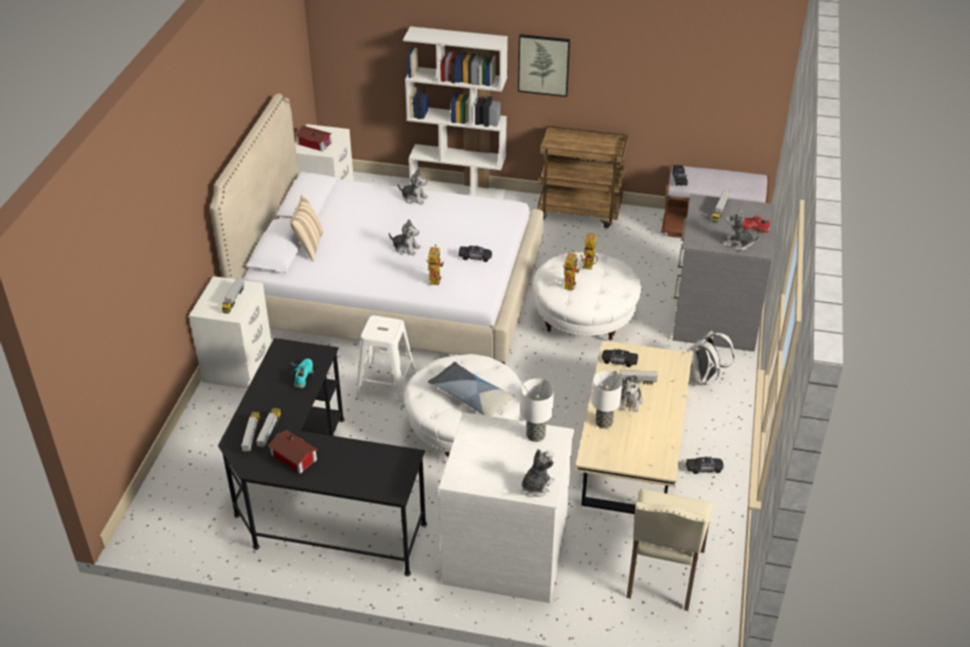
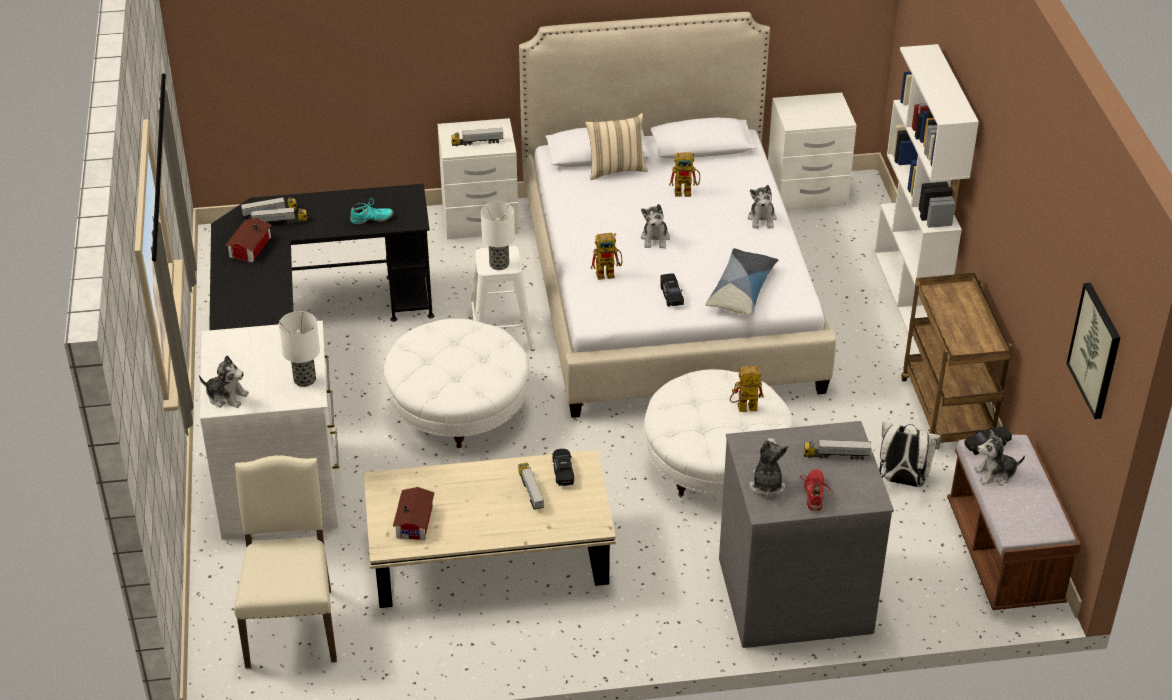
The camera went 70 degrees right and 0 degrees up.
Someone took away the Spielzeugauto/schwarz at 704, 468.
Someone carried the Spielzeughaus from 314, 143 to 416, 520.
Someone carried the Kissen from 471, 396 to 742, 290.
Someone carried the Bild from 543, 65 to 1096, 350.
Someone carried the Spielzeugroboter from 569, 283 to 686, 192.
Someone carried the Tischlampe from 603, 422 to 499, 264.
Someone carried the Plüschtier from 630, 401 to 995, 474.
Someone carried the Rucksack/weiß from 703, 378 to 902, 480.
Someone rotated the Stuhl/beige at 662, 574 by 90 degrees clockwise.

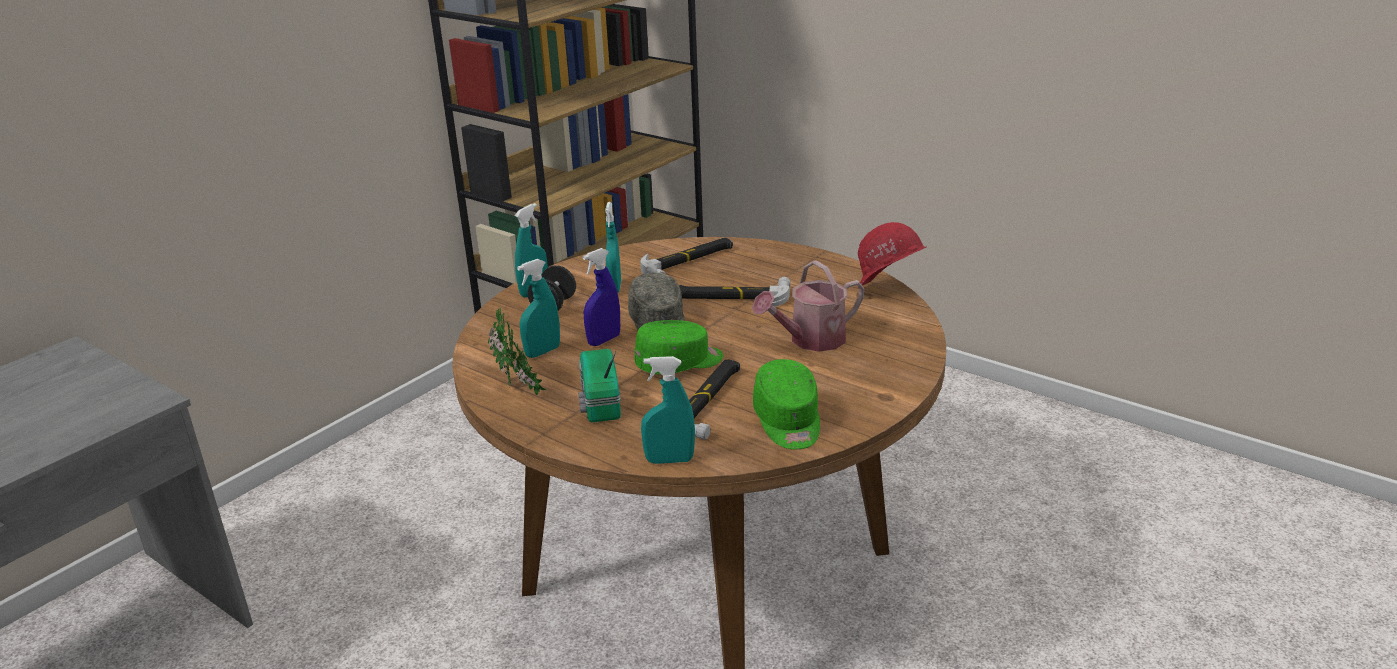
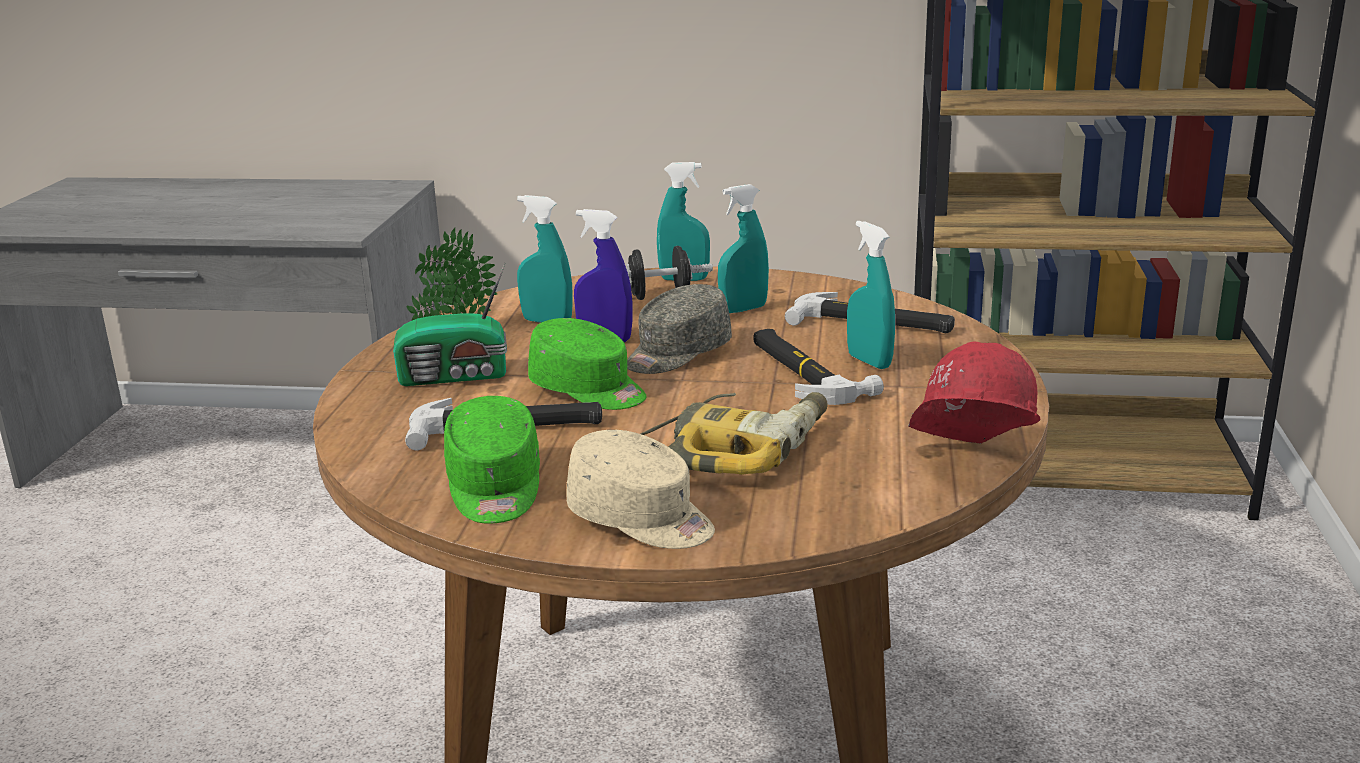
The camera went 60 degrees right and 5 degrees down.
Someone put down the Kappe/beige at 642, 519.
Someone carried the Sprühflasche/türkis from 669, 460 to 869, 361.
Someone swapped the Gießkanne at 810, 340 for the Bohrmaschine at 738, 448.
Someone rotated the Radio at 599, 403 by 150 degrees counterclockwise.
Someone rotated the Kappe/grün at 788, 422 by 60 degrees counterclockwise.

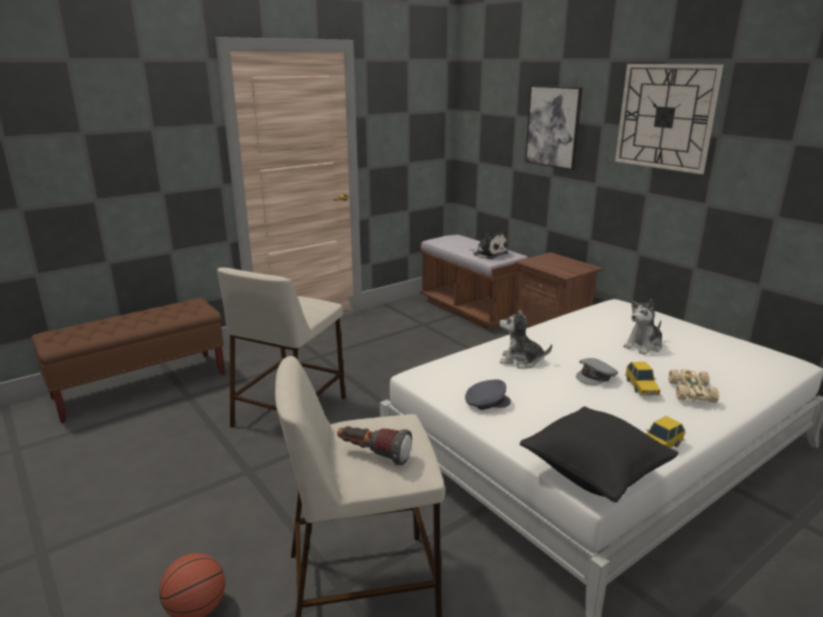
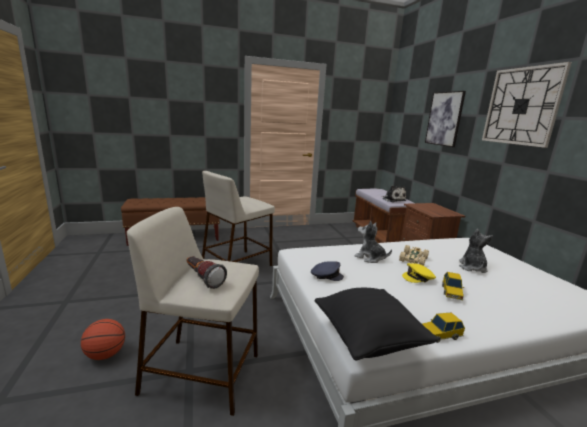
The camera went 20 degrees right and 5 degrees down.
Someone carried the Spielzeugauto/beige from 690, 391 to 413, 259.
Someone repainted the Kappe/grau at 596, 376, which became the Kappe/gelb at 419, 277.
Someone rotated the Plüschtier at 643, 346 by 120 degrees clockwise.

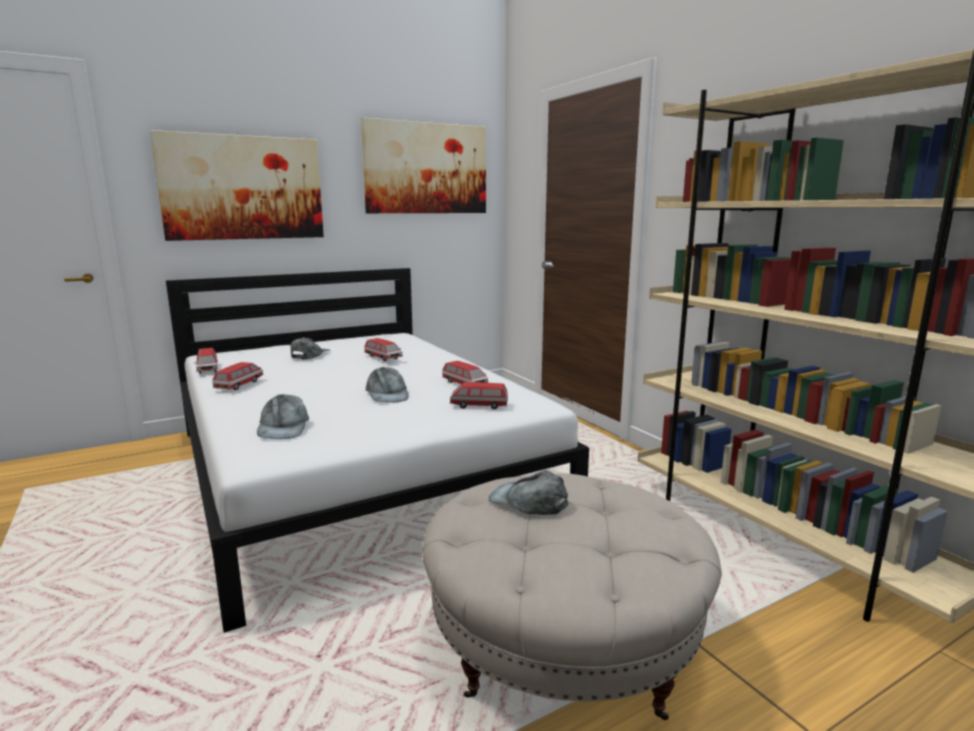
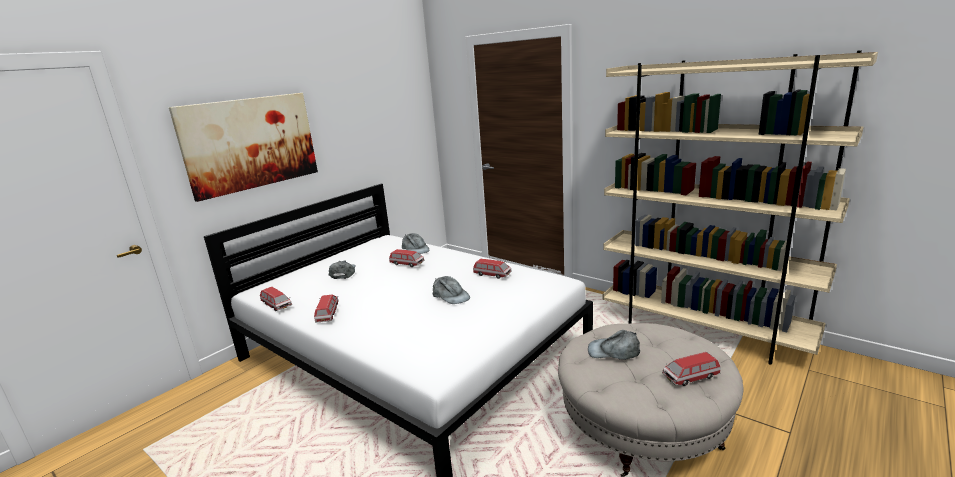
The camera went 20 degrees left and 5 degrees up.
Someone took away the Bild at 426, 168.
Someone carried the Kappe/grau from 283, 427 to 415, 249.
Someone carried the Spielzeugauto from 479, 405 to 690, 377.

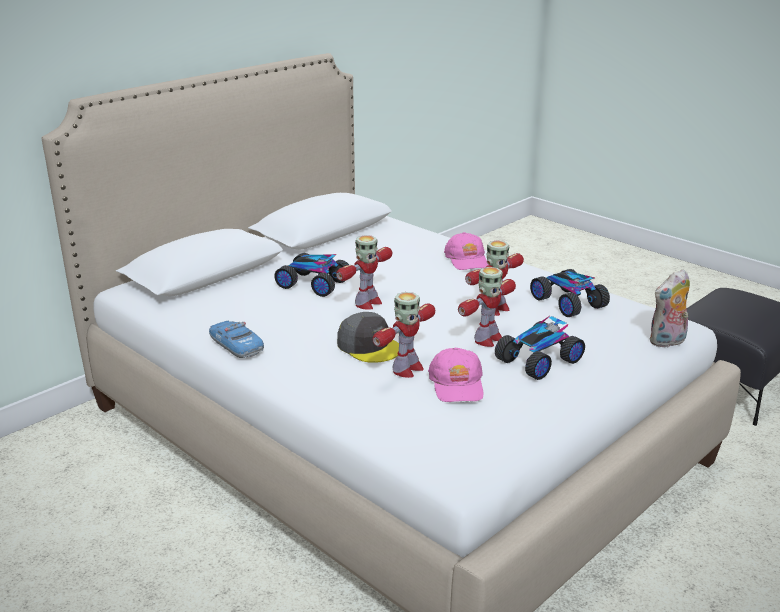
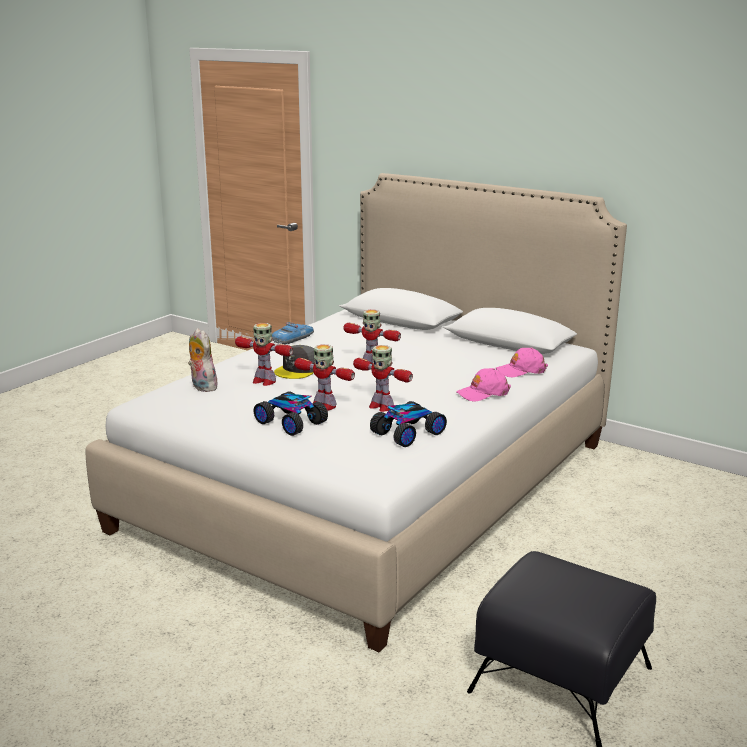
The camera went 80 degrees right and 5 degrees down.
Someone took away the Spielzeugauto at 314, 283.
Someone carried the Kappe/rosa from 457, 384 to 521, 370.
Someone carried the Plüschtier from 667, 342 to 202, 387.

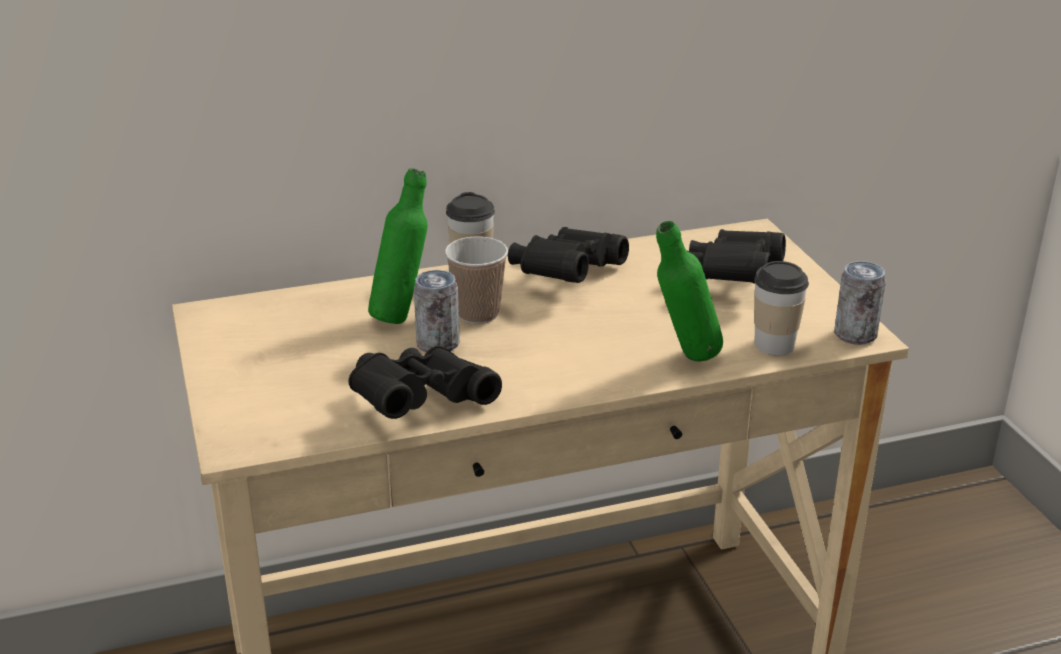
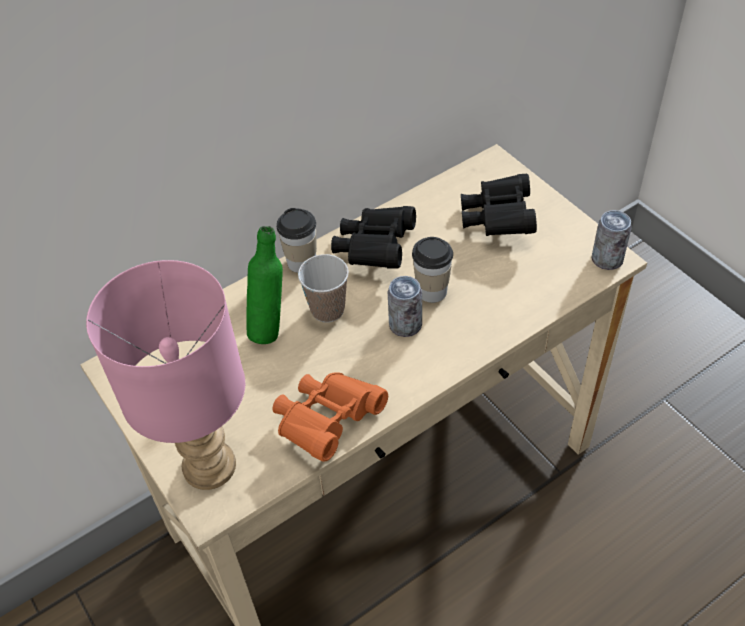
The camera went 15 degrees left and 20 degrees up.
Someone took away the Flasche/grün at 684, 360.
Someone put down the Tischlampe/rosa at 211, 466.
Someone carried the Dose from 438, 344 to 405, 325.
Someone carried the Tasse from 774, 345 to 432, 291.
Someone repainted the Fernglas/schwarz at 419, 403, which became the Fernglas/orange at 327, 422.

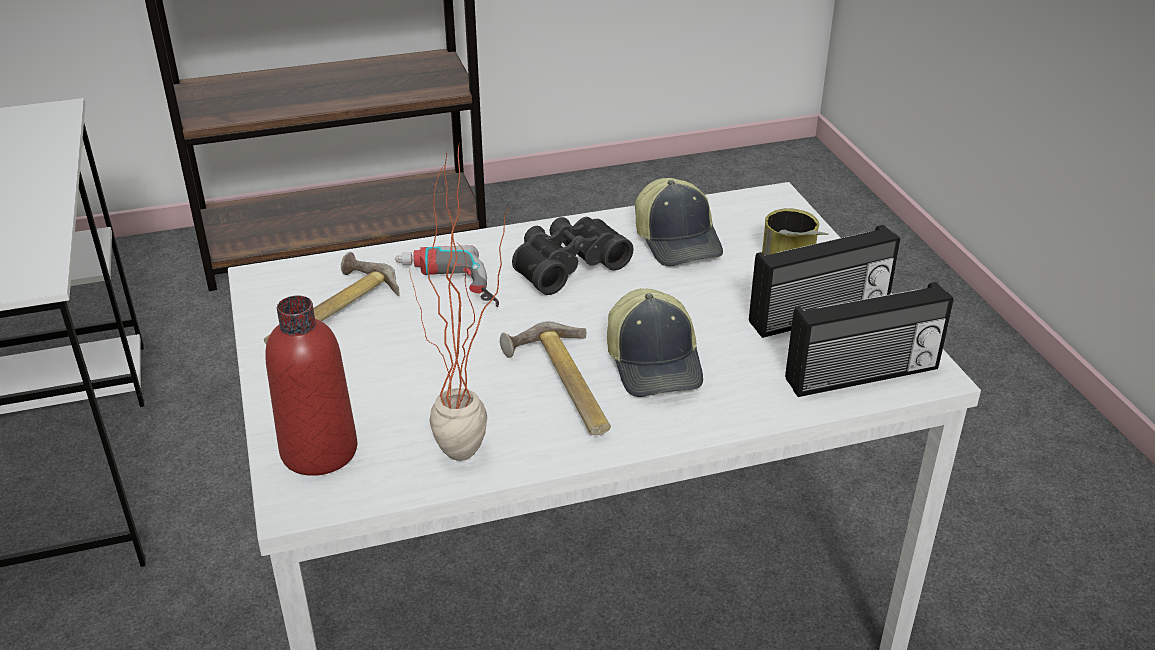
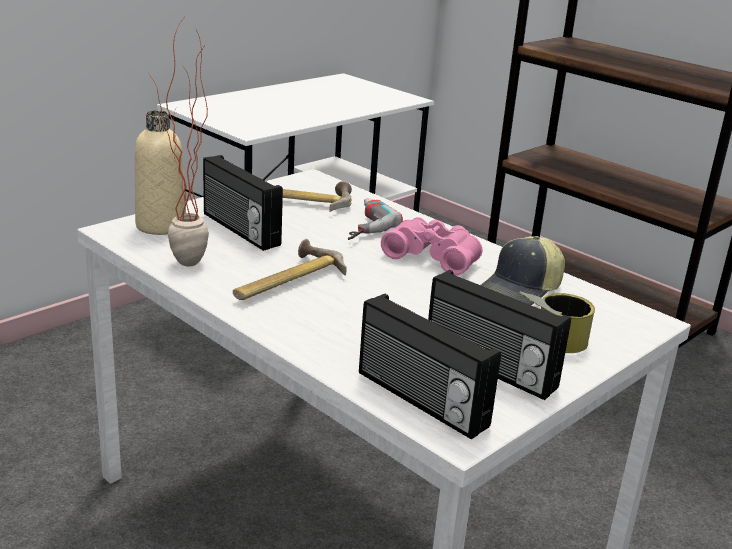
The camera went 60 degrees right and 10 degrees down.
Someone took away the Kappe at 655, 363.
Someone put down the Radio at 239, 229.
Someone repainted the Flasche/rot at 319, 451, which became the Flasche/beige at 161, 226.
Someone repainted the Fernglas/schwarz at 566, 265, which became the Fernglas/rosa at 434, 256.

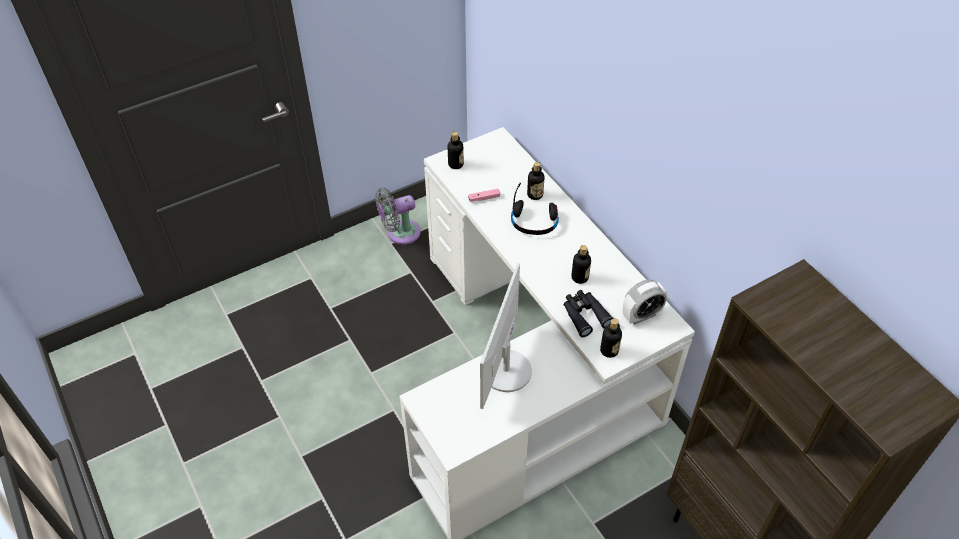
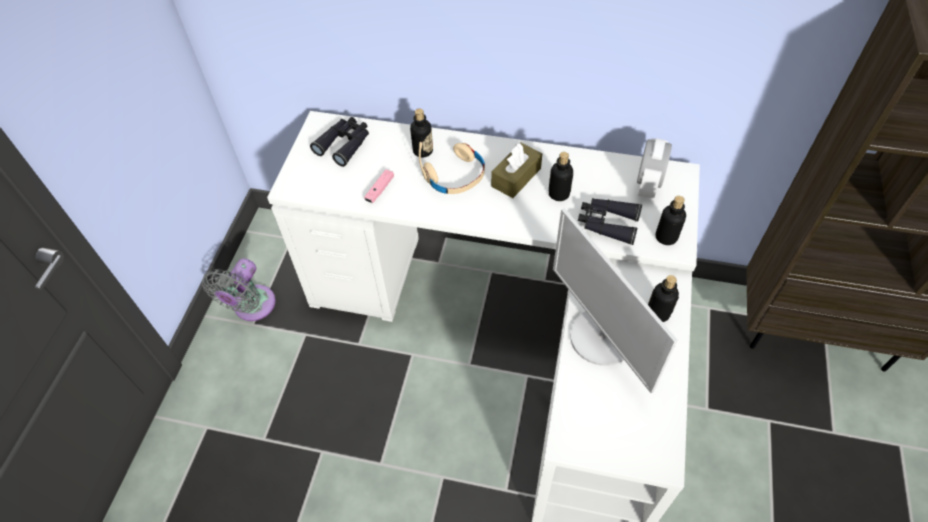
The camera went 45 degrees left and 5 degrees up.
Someone put down the Fernglas/schwarz at 344, 144.
Someone put down the Taschentuchbox/braun at 516, 177.
Someone carried the Flasche from 455, 164 to 658, 313.
Someone repainted the Kopfhörer/schwarz at 534, 222, which became the Kopfhörer/beige at 455, 176.

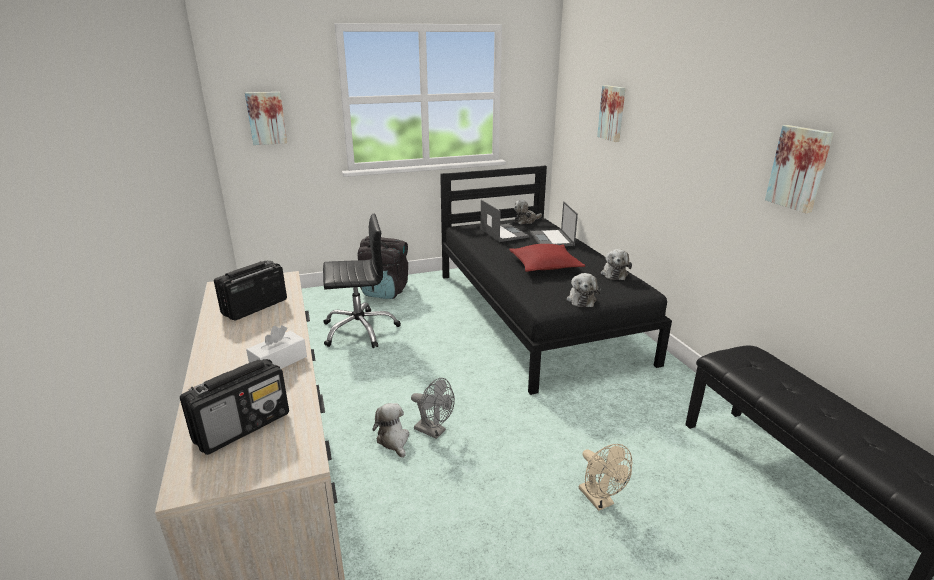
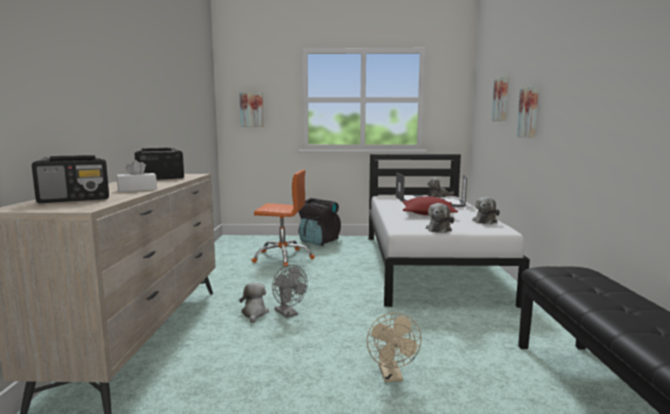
The camera went 20 degrees right and 15 degrees down.
Someone carried the Bild from 799, 168 to 529, 112.
Someone repainted the Bürostuhl/schwarz at 359, 330, which became the Bürostuhl/orange at 283, 257.
Someone repainted the Bett/schwarz at 536, 314, which became the Bett/weiß at 428, 265.

